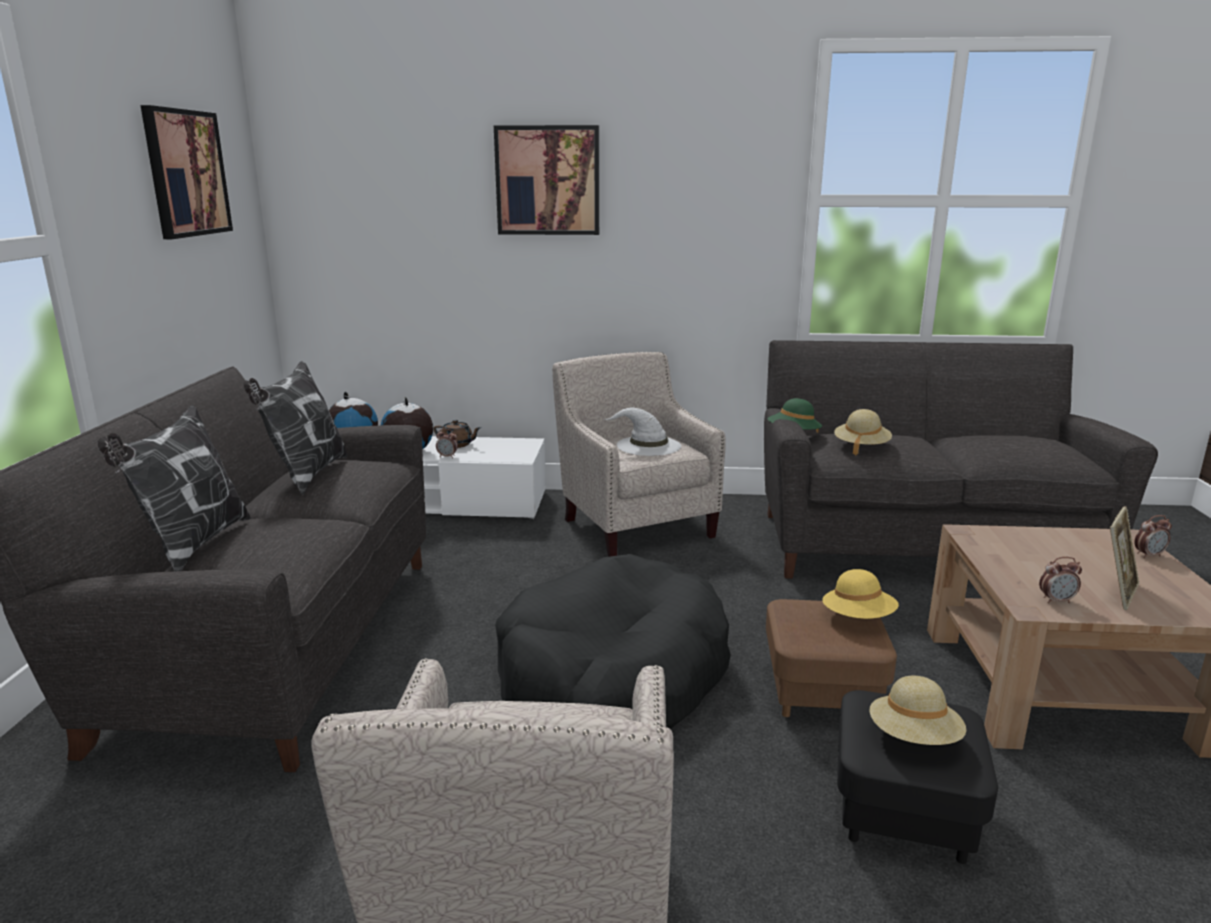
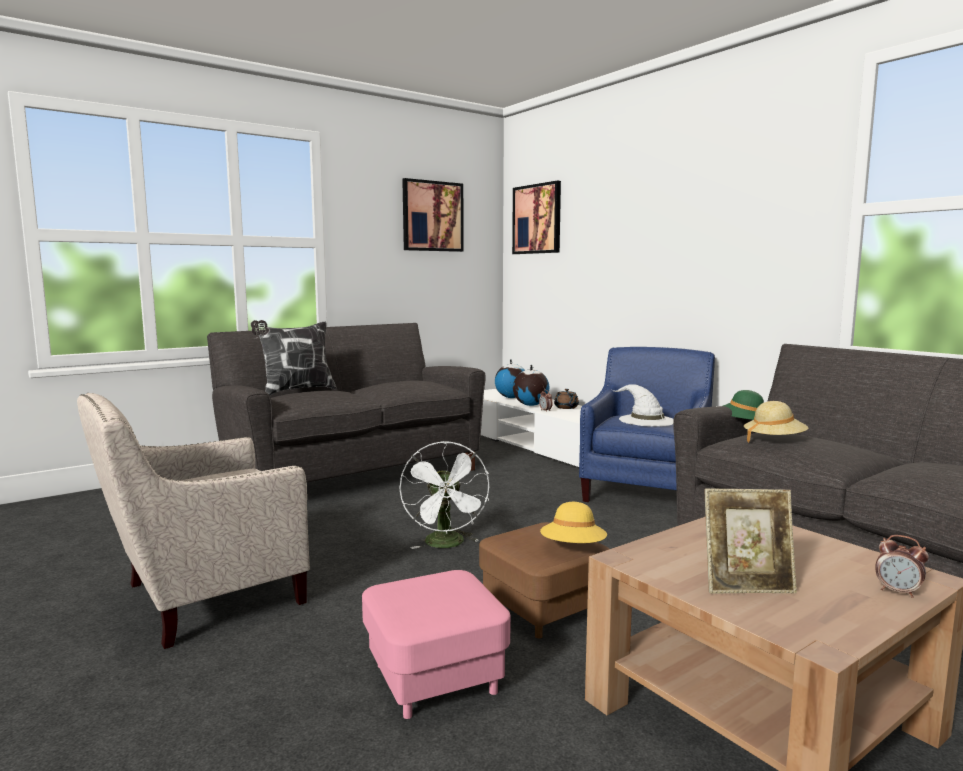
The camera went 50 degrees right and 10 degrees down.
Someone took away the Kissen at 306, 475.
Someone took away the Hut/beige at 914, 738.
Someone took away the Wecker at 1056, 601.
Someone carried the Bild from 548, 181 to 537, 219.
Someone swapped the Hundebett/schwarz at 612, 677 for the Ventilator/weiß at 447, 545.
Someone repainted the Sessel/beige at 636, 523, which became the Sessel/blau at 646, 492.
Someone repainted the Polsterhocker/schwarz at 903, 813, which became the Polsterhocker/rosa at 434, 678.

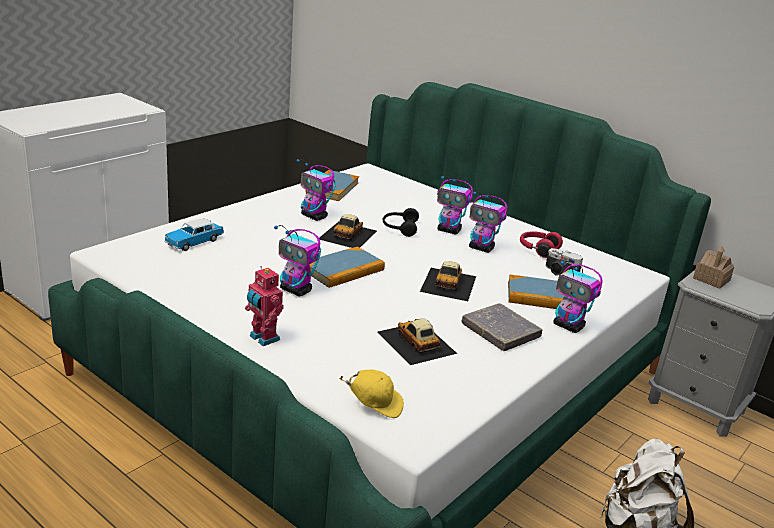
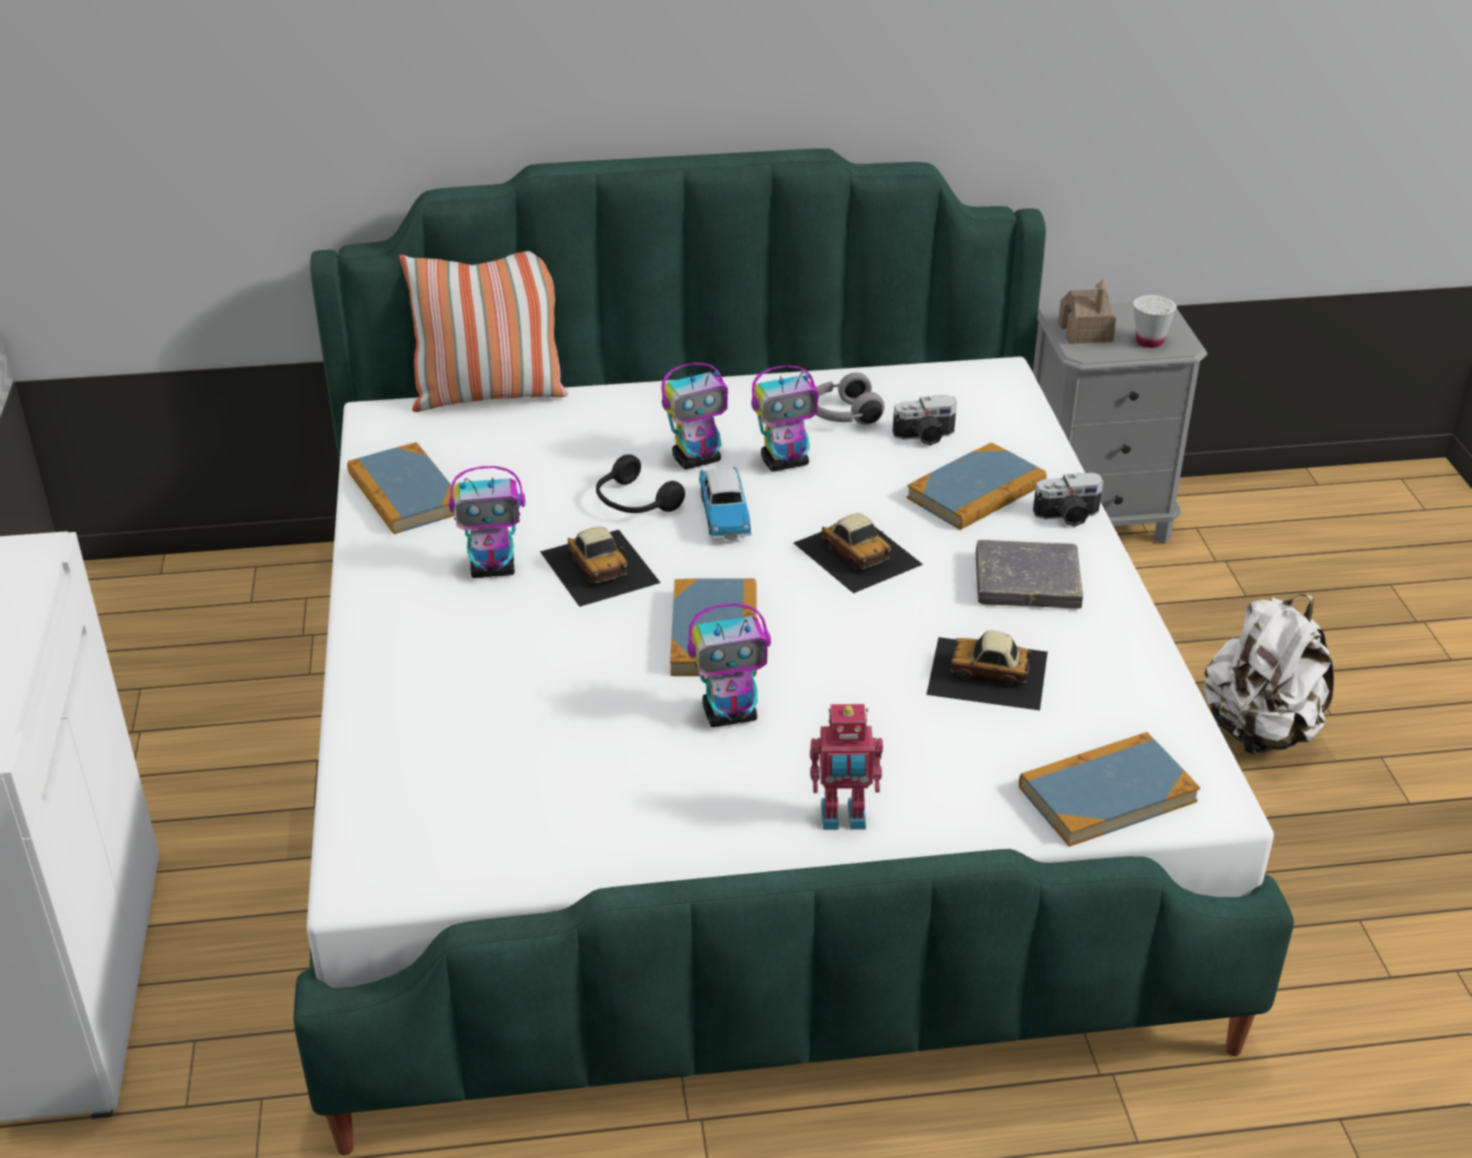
The camera went 45 degrees left and 10 degrees up.
Someone put down the Kissen at 489, 395.
Someone put down the Tasse/weiß at 1149, 341.
Someone carried the Spielzeugauto from 194, 242 to 724, 516.
Someone swapped the Kappe/gelb at 374, 405 for the Buch at 1107, 794.
Someone swapped the Spielzeugroboter at 569, 326 for the Kamera at 1068, 517.
Someone repainted the Kopfhörer/rot at 537, 250, which became the Kopfhörer/grau at 842, 415.

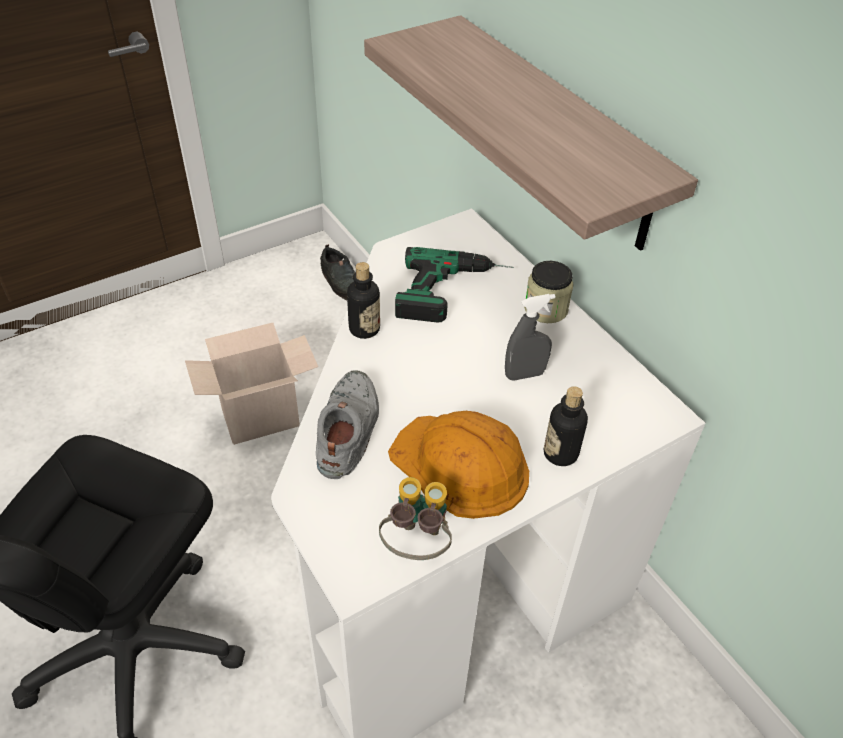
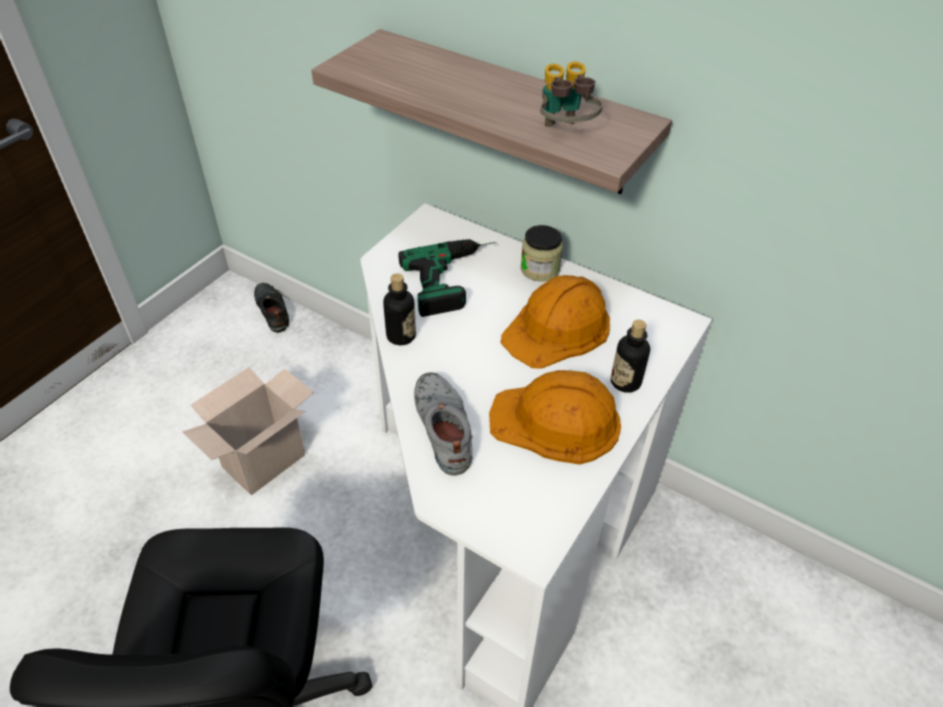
The camera went 25 degrees left and 0 degrees up.
Someone carried the Fernglas from 417, 544 to 564, 132.
Someone swapped the Sprühflasche/grau at 524, 374 for the Schutzhelm/orange at 558, 328.
Someone rotated the Schuh/schwarz at 341, 280 by 150 degrees counterclockwise.

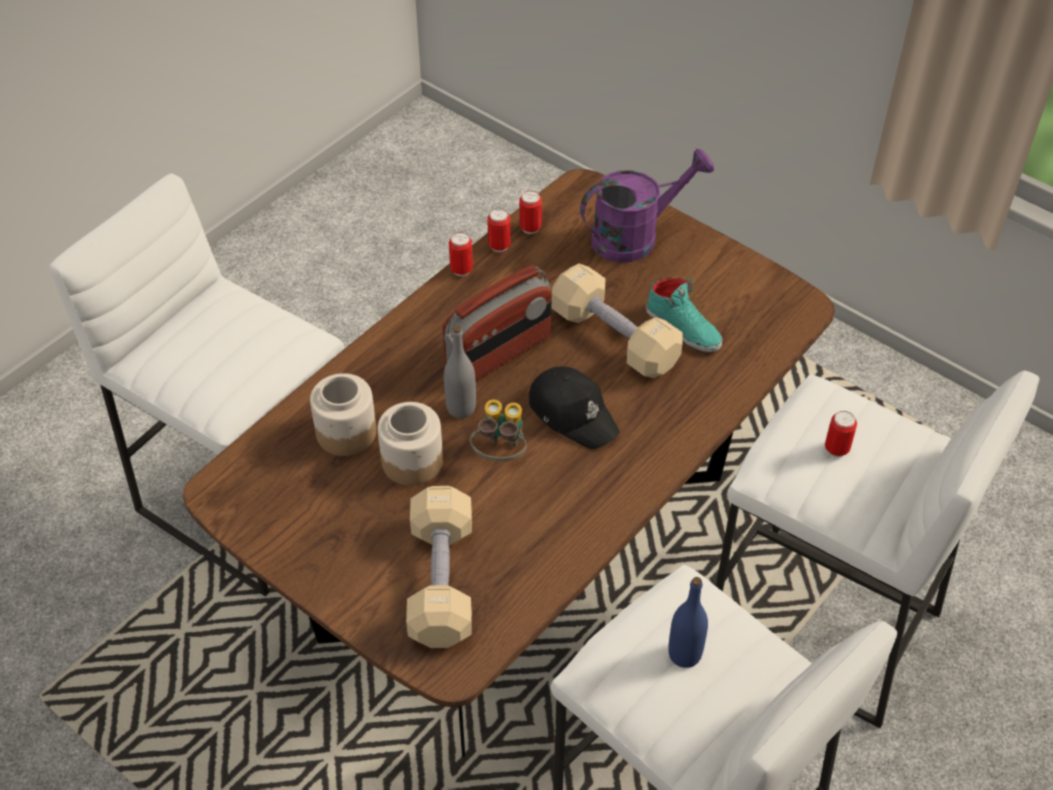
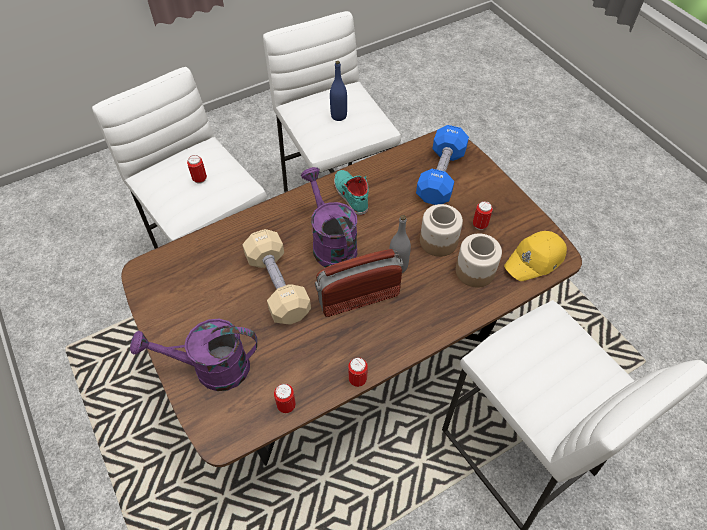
The camera went 160 degrees left and 5 degrees up.
Someone took away the Fernglas at 500, 454.
Someone put down the Kappe/gelb at 535, 260.
Someone carried the Dose from 499, 246 to 480, 225.
Someone carried the Schuh/türkis from 684, 327 to 350, 195.
Someone swapped the Kappe/schwarz at 573, 413 for the Gießkanne/lila at 330, 243.
Someone repainted the Hantel/beige at 441, 581, which became the Hantel/blau at 441, 176.

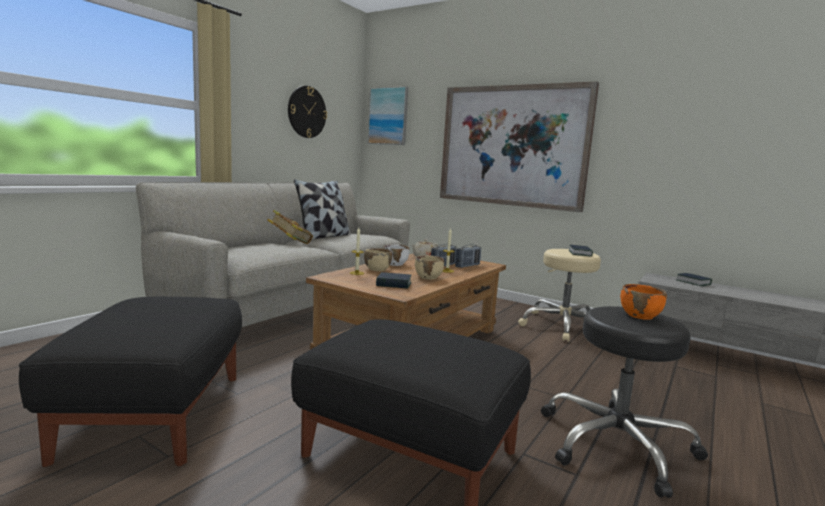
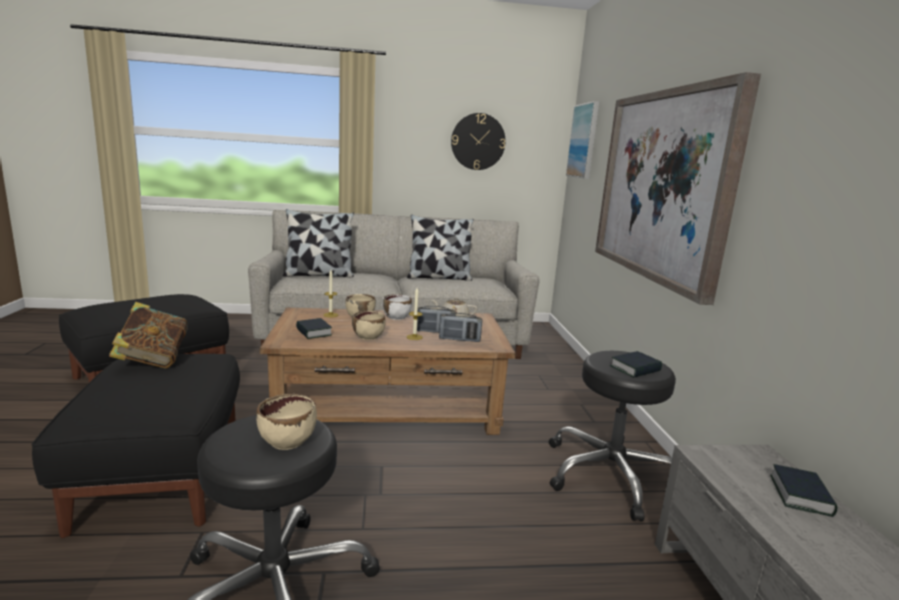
The camera went 50 degrees right and 5 degrees up.
Someone put down the Kissen at 319, 275.
Someone carried the Buch from 290, 243 to 153, 360.
Someone repainted the Hocker/beige at 563, 326, which became the Hocker/schwarz at 610, 474.
Someone repainted the Schüssel/orange at 640, 315, which became the Schüssel/beige at 287, 441.

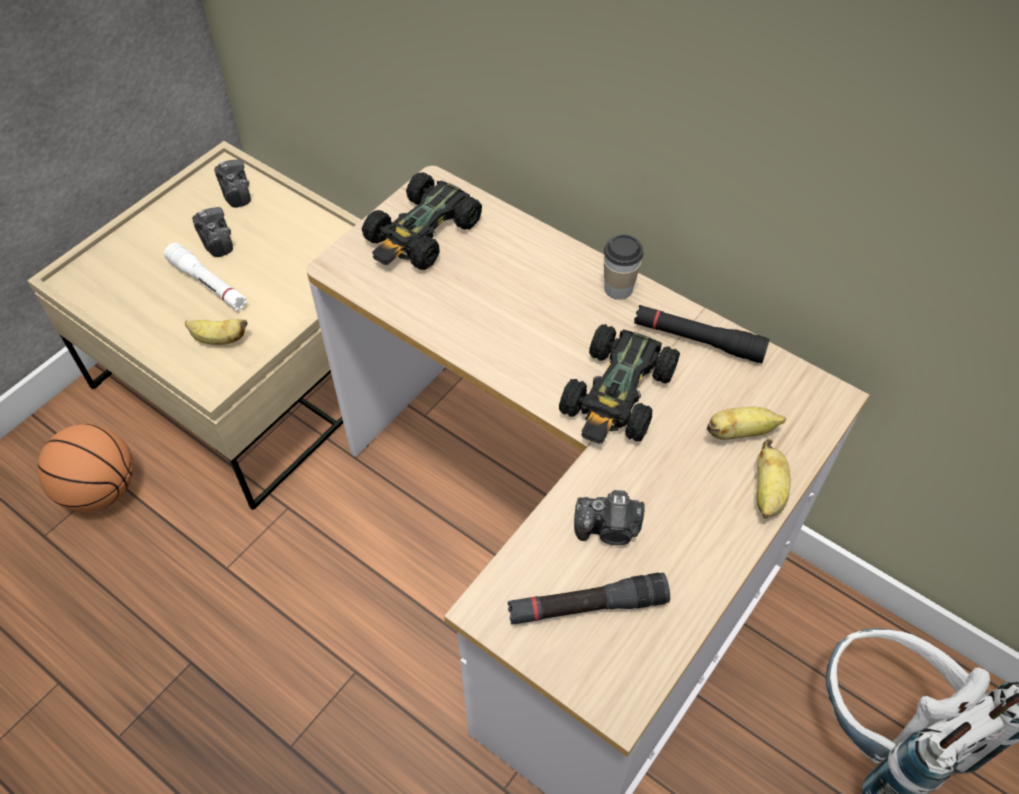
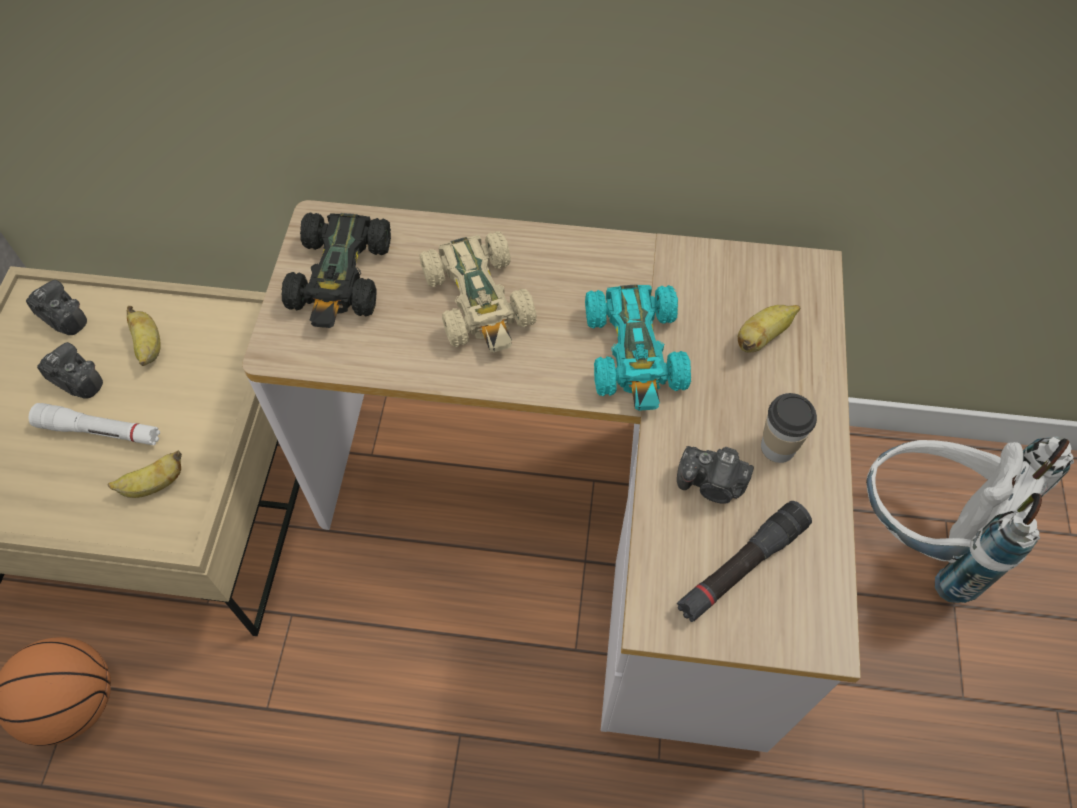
The camera went 30 degrees left and 5 degrees up.
Someone took away the Taschenlampe/schwarz at 698, 340.
Someone put down the Spielzeugauto/beige at 479, 301.
Someone carried the Tasse from 618, 288 to 777, 447.
Someone carried the Banane from 768, 493 to 149, 346.
Someone repainted the Spielzeugauto/schwarz at 618, 394, which became the Spielzeugauto/türkis at 635, 352.
Someone rotated the Kamera at 609, 529 by 45 degrees clockwise.

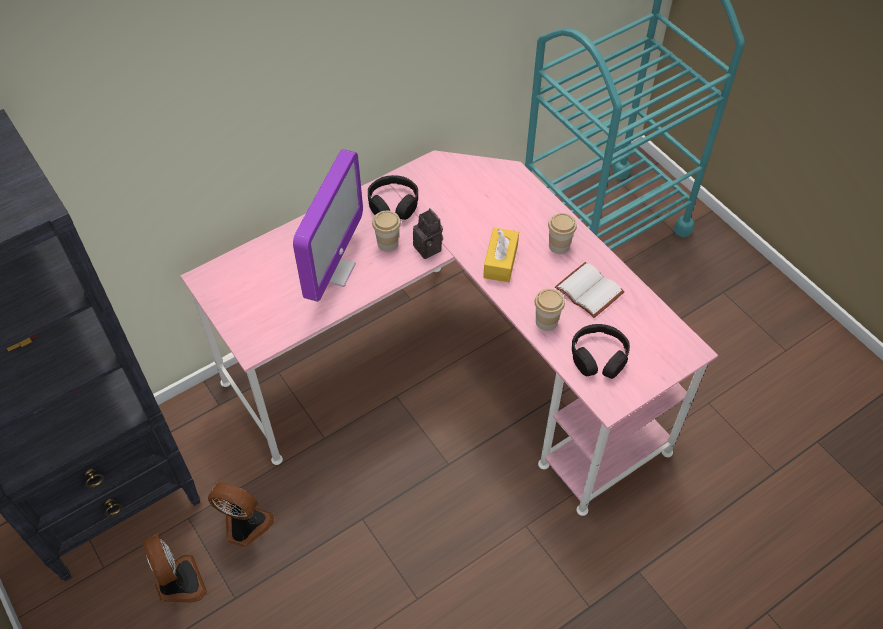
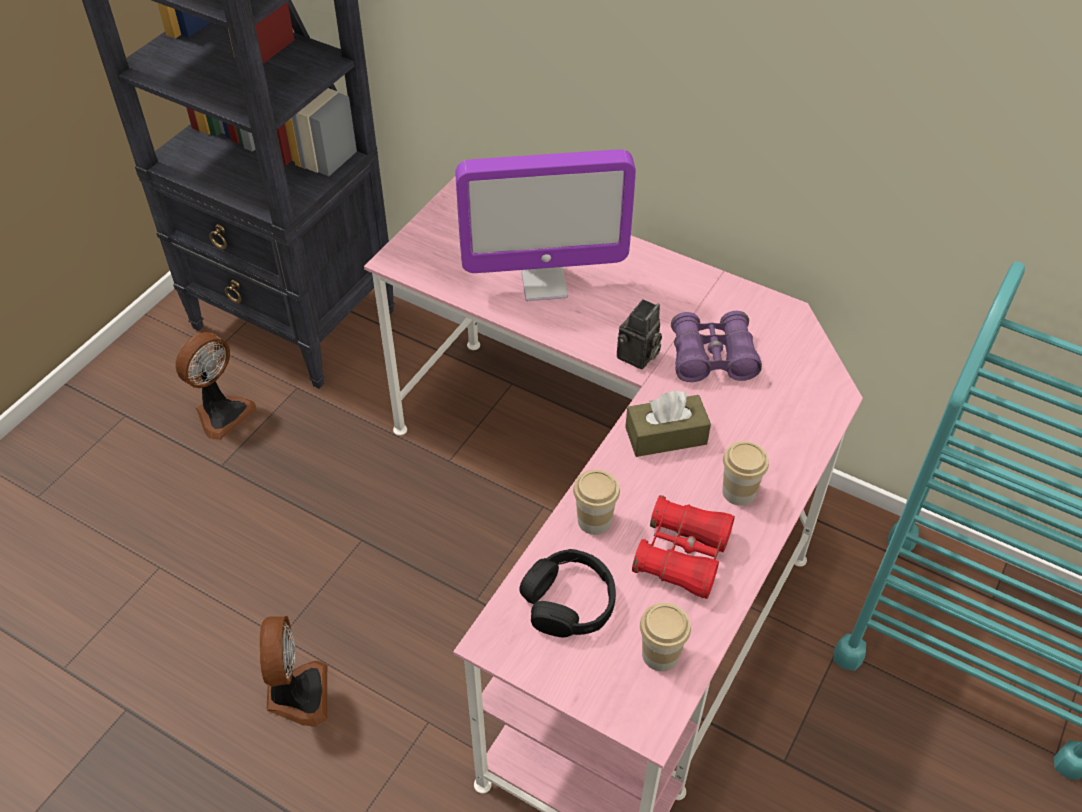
The camera went 65 degrees right and 5 degrees down.
Someone took away the Kopfhörer/schwarz at 393, 204.
Someone put down the Fernglas/lila at 712, 357.
Someone carried the Ventilator from 245, 526 to 297, 695.
Someone carried the Tasse from 387, 243 to 660, 654.
Someone swapped the Buch/weiß at 591, 290 for the Fernglas/rot at 682, 556.
Someone repainted the Taschentuchbox/gelb at 500, 261, which became the Taschentuchbox/braun at 666, 436.

